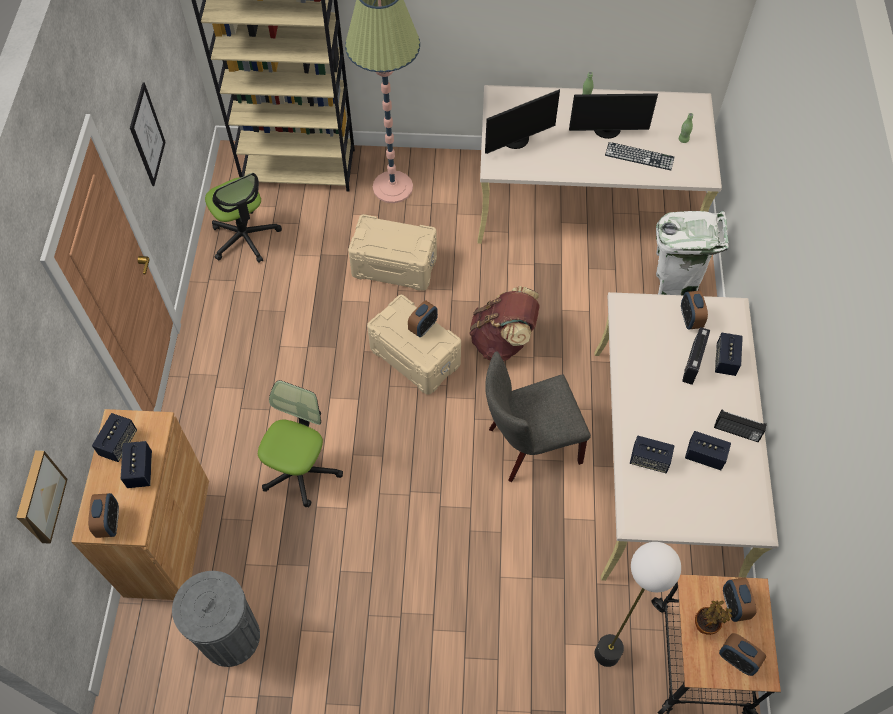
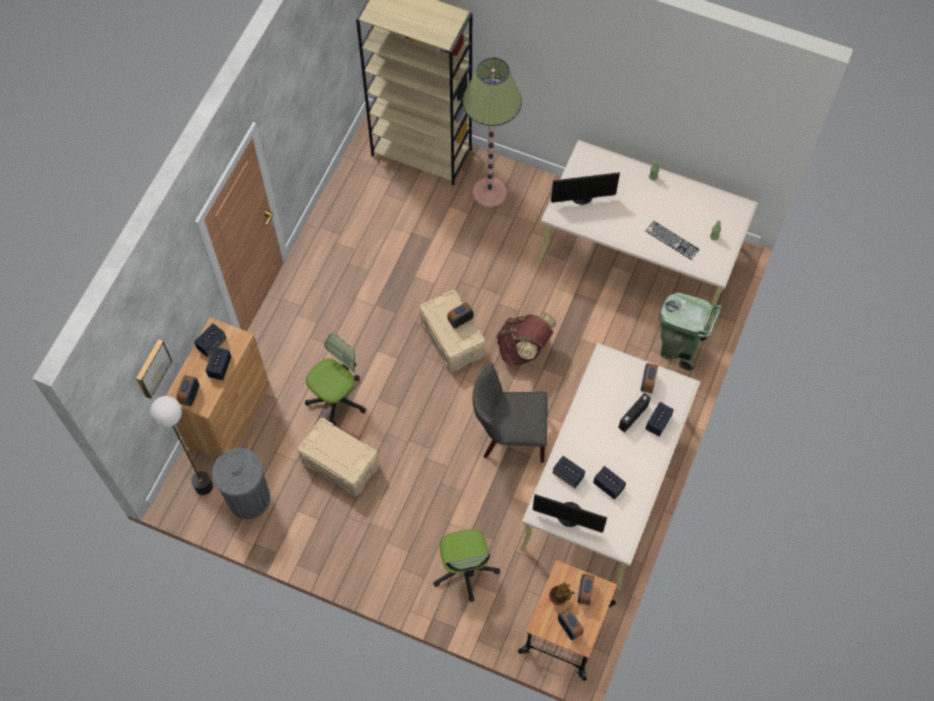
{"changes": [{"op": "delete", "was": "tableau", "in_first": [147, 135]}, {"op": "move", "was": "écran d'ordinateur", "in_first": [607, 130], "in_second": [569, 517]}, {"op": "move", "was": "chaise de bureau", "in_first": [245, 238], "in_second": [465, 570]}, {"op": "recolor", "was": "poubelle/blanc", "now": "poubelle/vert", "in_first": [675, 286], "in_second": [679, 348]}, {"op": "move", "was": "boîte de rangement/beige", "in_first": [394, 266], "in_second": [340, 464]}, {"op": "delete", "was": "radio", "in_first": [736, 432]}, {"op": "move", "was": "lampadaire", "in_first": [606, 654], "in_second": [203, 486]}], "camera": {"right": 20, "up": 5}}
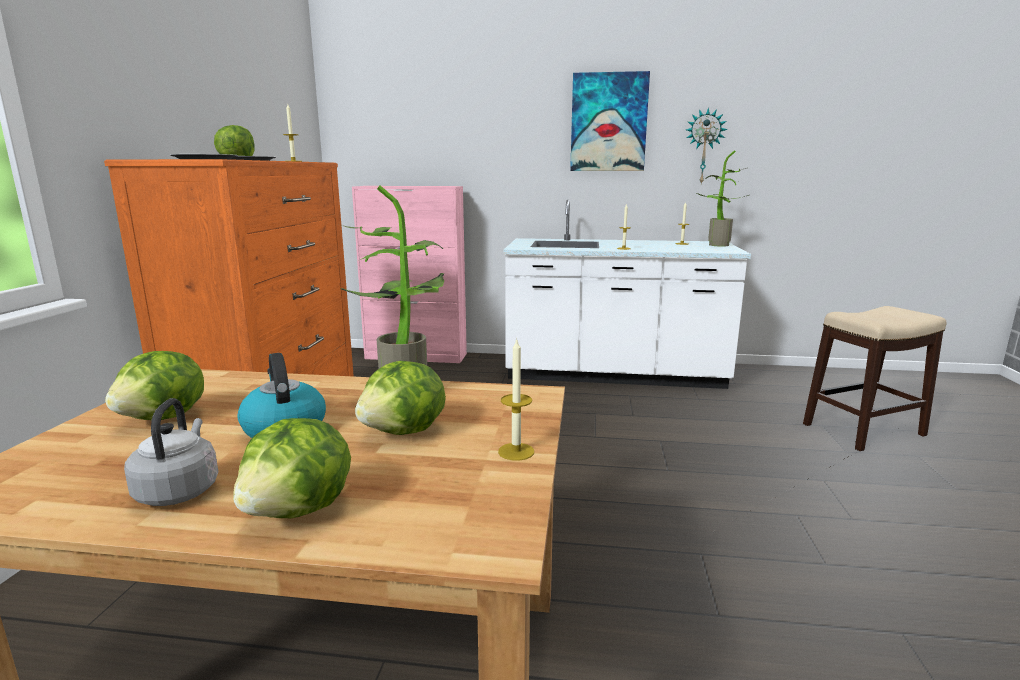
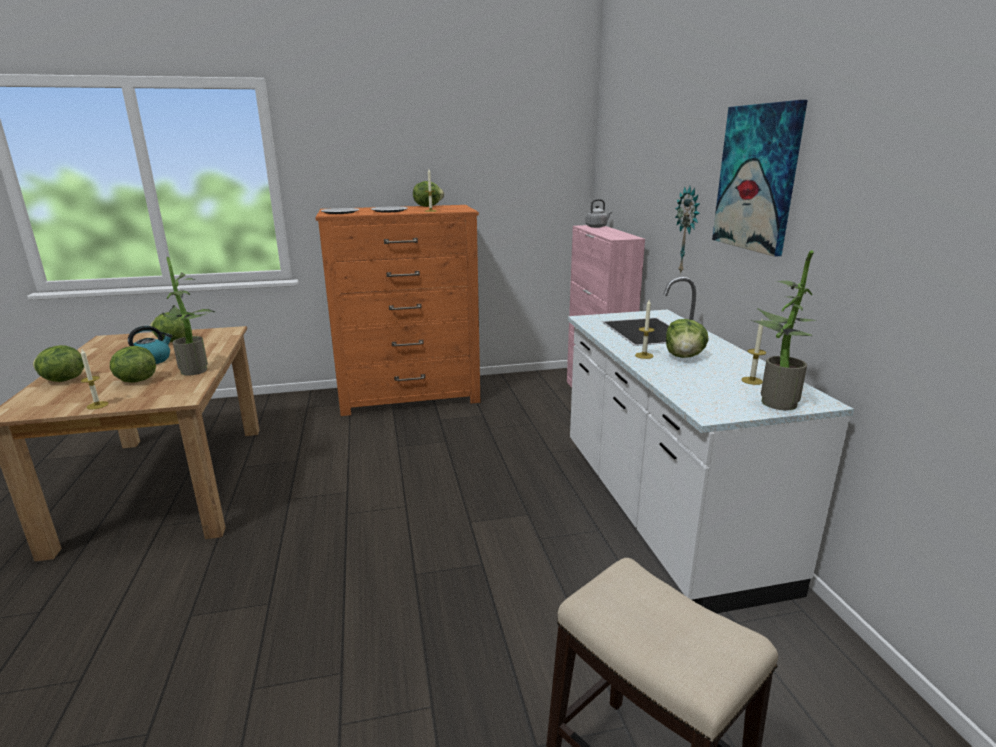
{"changes": [{"op": "move", "was": "horloge murale", "in_first": [704, 147], "in_second": [688, 230]}, {"op": "move", "was": "bouilloire/gris", "in_first": [179, 490], "in_second": [597, 227]}, {"op": "insert", "now": "laitue", "in_second": [684, 356]}], "camera": {"right": 70, "up": 5}}
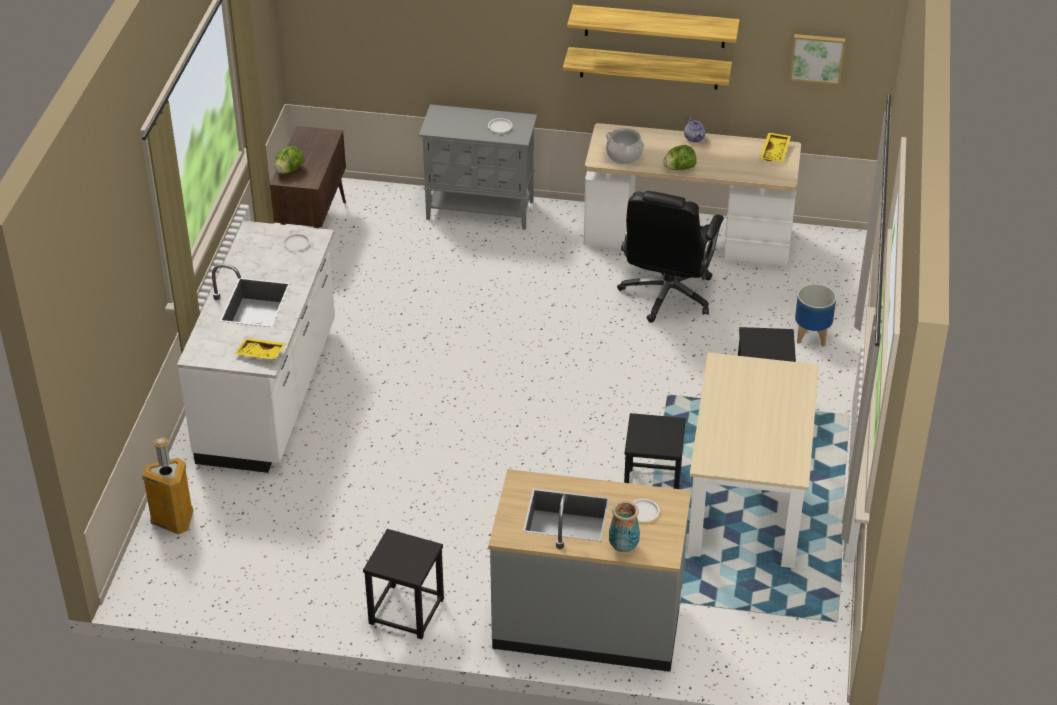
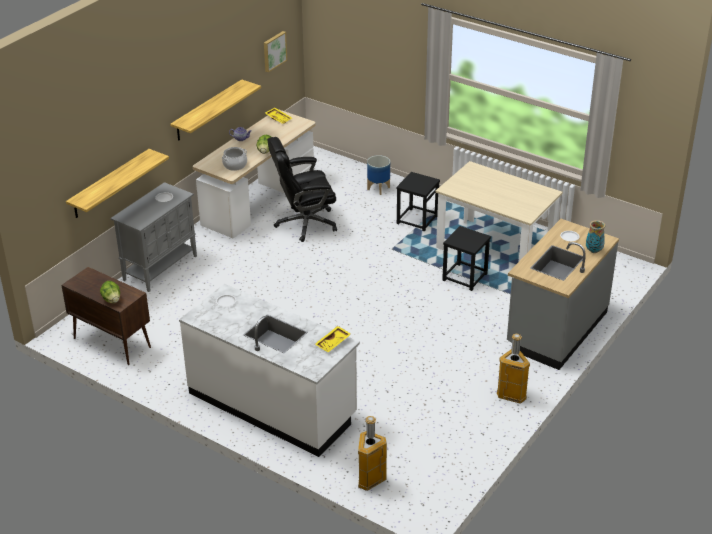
{"changes": [{"op": "move", "was": "étagère", "in_first": [655, 26], "in_second": [110, 184]}, {"op": "rotate", "was": "chaise de bureau/noir", "in_first": [667, 295], "in_second": [304, 223], "clockwise": 120}, {"op": "replace", "was": "tabouret/noir", "now": "poubelle", "in_first": [406, 611], "in_second": [512, 395]}], "camera": {"right": -65, "up": -5}}
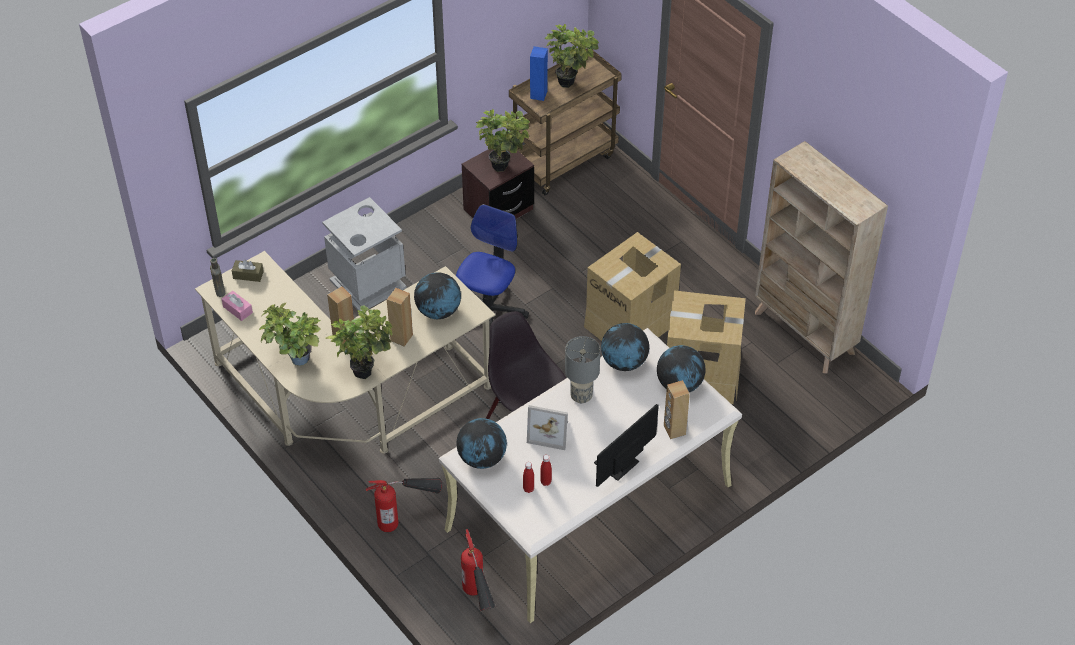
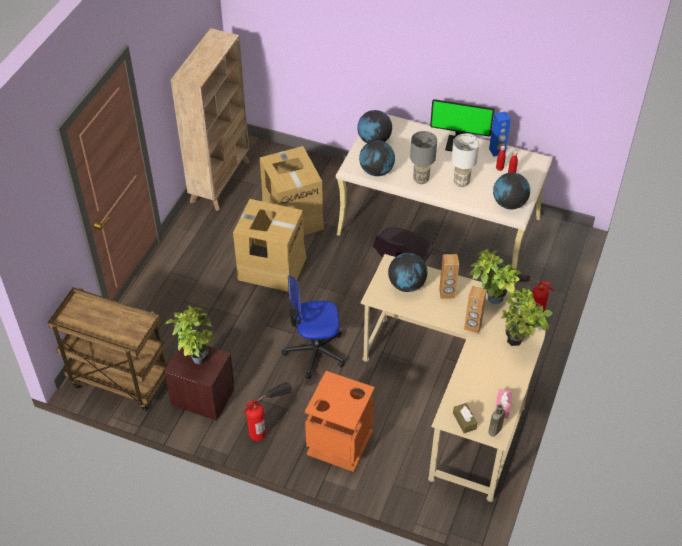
{"changes": [{"op": "delete", "was": "plante en pot", "in_first": [571, 82]}, {"op": "move", "was": "enceinte/bleu", "in_first": [538, 94], "in_second": [497, 151]}, {"op": "recolor", "was": "poubelle/gris", "now": "poubelle/orange", "in_first": [368, 283], "in_second": [339, 443]}, {"op": "delete", "was": "enceinte/marron", "in_first": [674, 430]}, {"op": "replace", "was": "cadre photo", "now": "lampe de table/blanc", "in_first": [550, 431], "in_second": [461, 182]}, {"op": "move", "was": "extincteur", "in_first": [478, 603], "in_second": [269, 424]}], "camera": {"right": -120, "up": 0}}
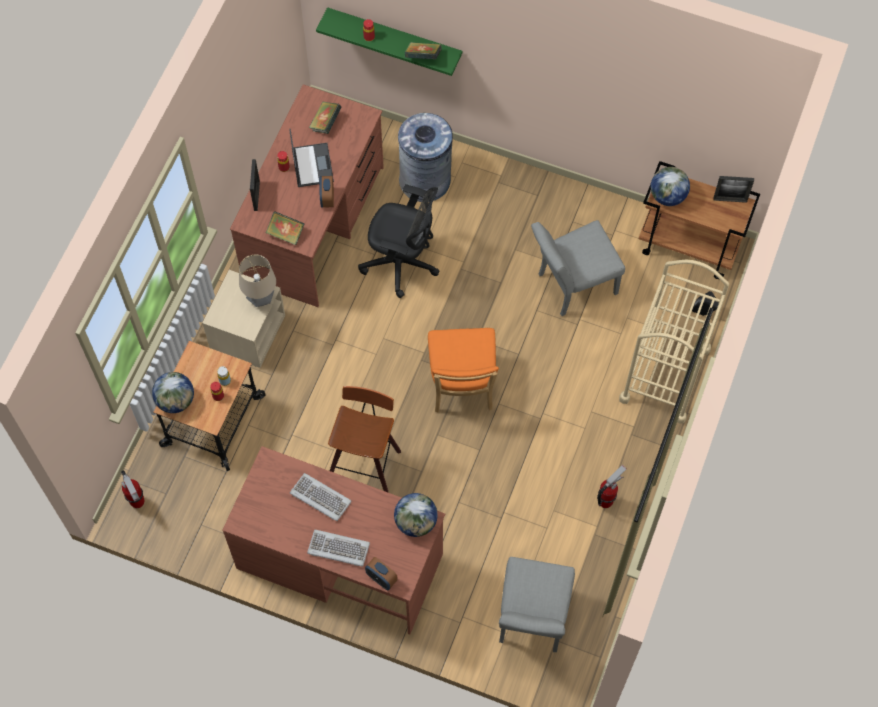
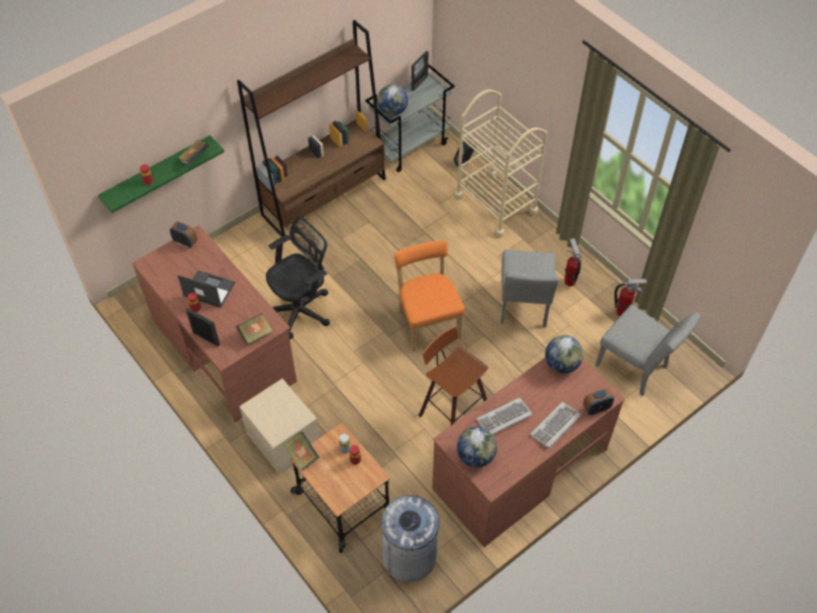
{"changes": [{"op": "move", "was": "livre", "in_first": [325, 123], "in_second": [302, 456]}, {"op": "move", "was": "poubelle/gris", "in_first": [425, 180], "in_second": [409, 556]}, {"op": "recolor", "was": "chariot/marron", "now": "chariot/gris", "in_first": [689, 246], "in_second": [410, 146]}, {"op": "move", "was": "réveil", "in_first": [327, 198], "in_second": [185, 242]}, {"op": "move", "was": "chaise/gris", "in_first": [571, 285], "in_second": [523, 308]}, {"op": "delete", "was": "lampe de table", "in_first": [261, 299]}, {"op": "rotate", "was": "chaise/orange", "in_first": [462, 387], "in_second": [427, 322], "clockwise": -135}, {"op": "move", "was": "globe", "in_first": [176, 400], "in_second": [475, 456]}, {"op": "move", "was": "extincteur", "in_first": [138, 502], "in_second": [622, 312]}, {"op": "insert", "now": "bibliothèque/marron", "in_second": [324, 197]}], "camera": {"right": -60, "up": -10}}
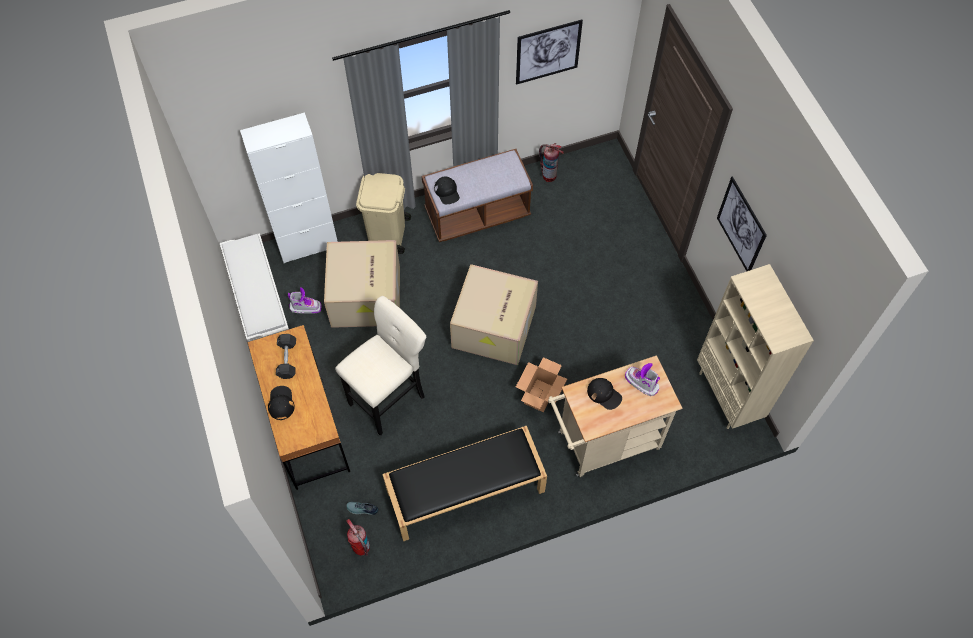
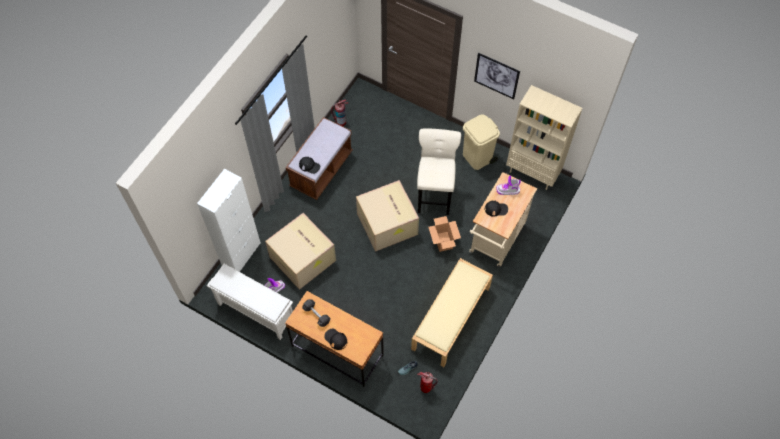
{"changes": [{"op": "delete", "was": "tableau", "in_first": [548, 52]}, {"op": "move", "was": "poubelle/beige", "in_first": [387, 235], "in_second": [477, 157]}, {"op": "move", "was": "tabouret/beige", "in_first": [389, 398], "in_second": [434, 195]}, {"op": "recolor", "was": "banc/noir", "now": "banc/beige", "in_first": [464, 492], "in_second": [451, 318]}], "camera": {"right": -40, "up": 0}}
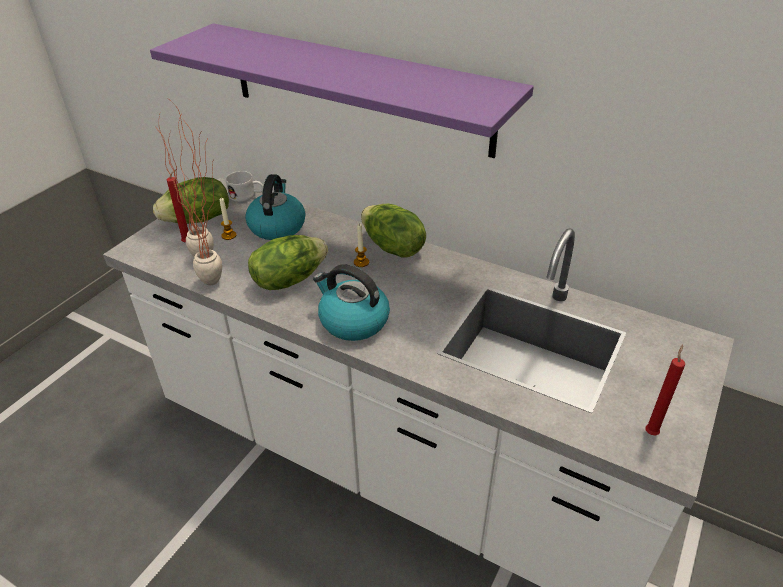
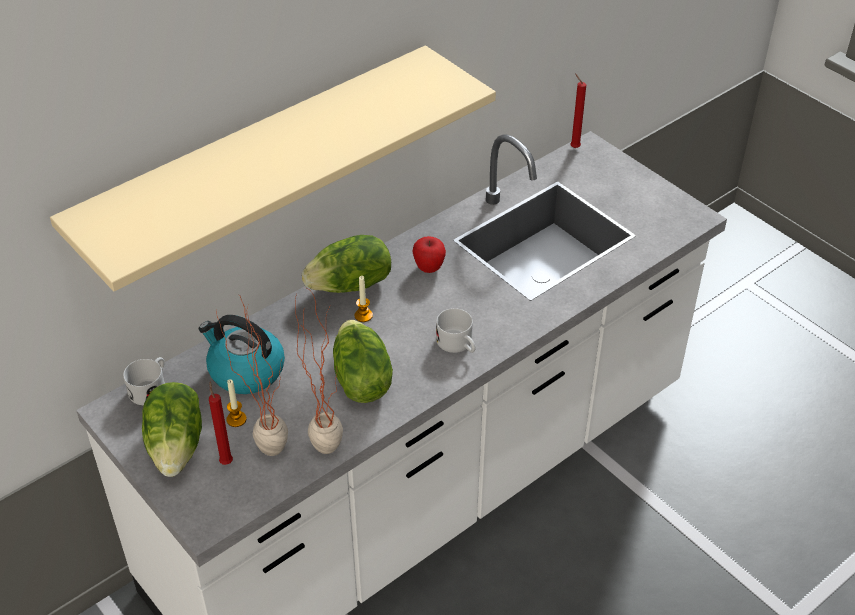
{"changes": [{"op": "recolor", "was": "étagère/violet", "now": "étagère/beige", "in_first": [357, 88], "in_second": [257, 160]}, {"op": "replace", "was": "bouilloire", "now": "mug/blanc", "in_first": [353, 321], "in_second": [458, 345]}, {"op": "move", "was": "bougie/rouge", "in_first": [651, 431], "in_second": [573, 147]}, {"op": "insert", "now": "pomme", "in_second": [429, 268]}], "camera": {"right": -70, "up": 5}}
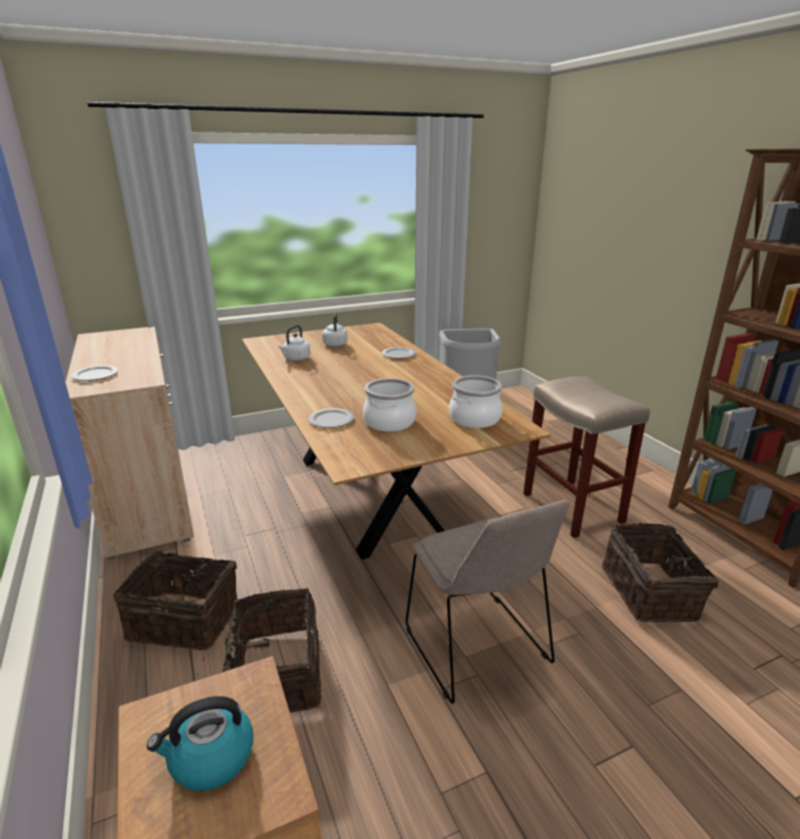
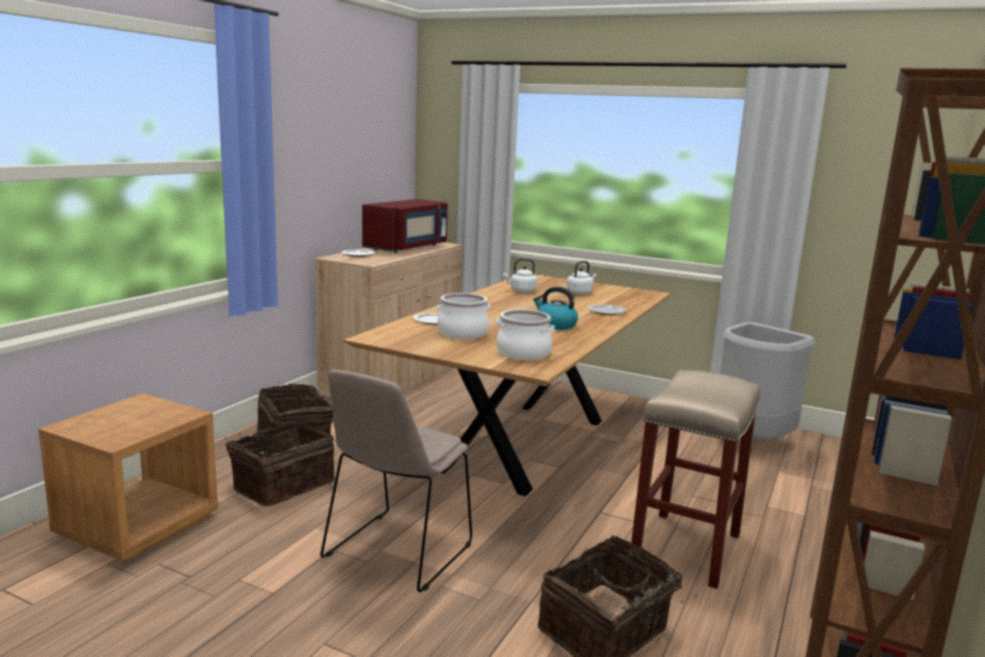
{"changes": [{"op": "move", "was": "bouilloire", "in_first": [211, 758], "in_second": [555, 325]}, {"op": "insert", "now": "micro-ondes/rouge", "in_second": [407, 248]}], "camera": {"right": 50, "up": -10}}
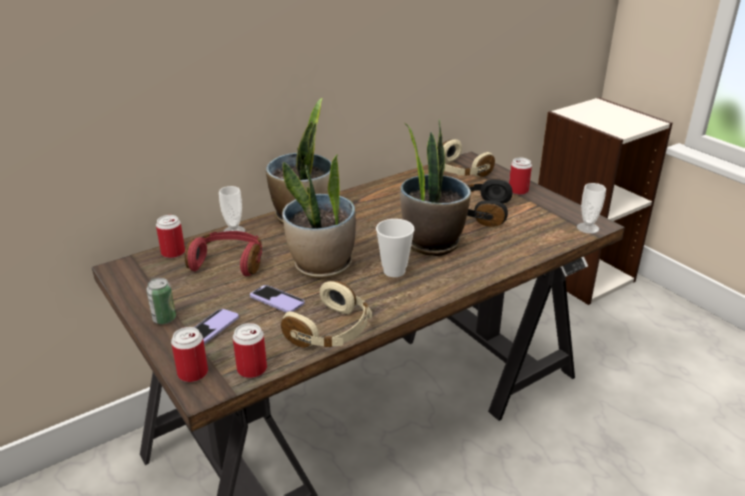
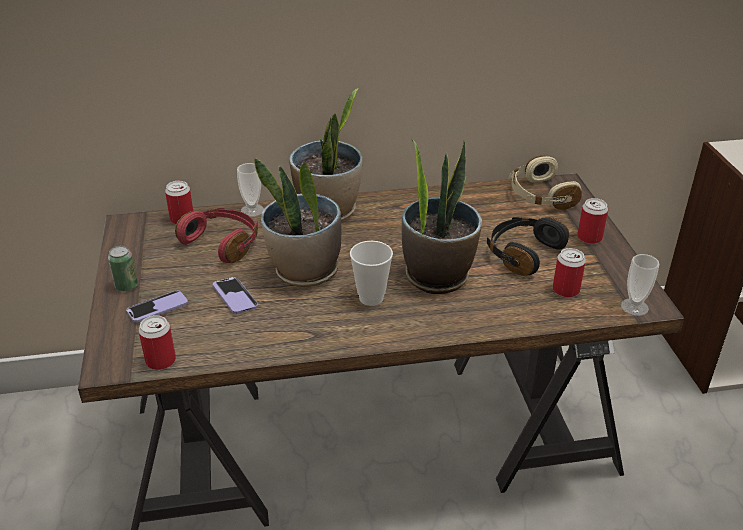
{"changes": [{"op": "delete", "was": "casque audio/beige", "in_first": [331, 331]}, {"op": "move", "was": "boîte métallique", "in_first": [193, 373], "in_second": [565, 290]}], "camera": {"right": 25, "up": 5}}
